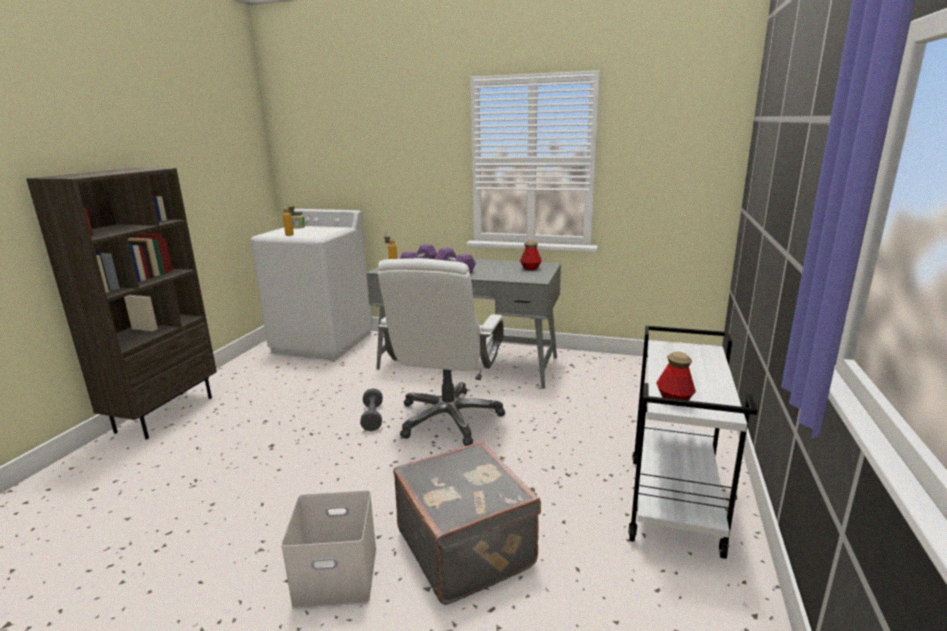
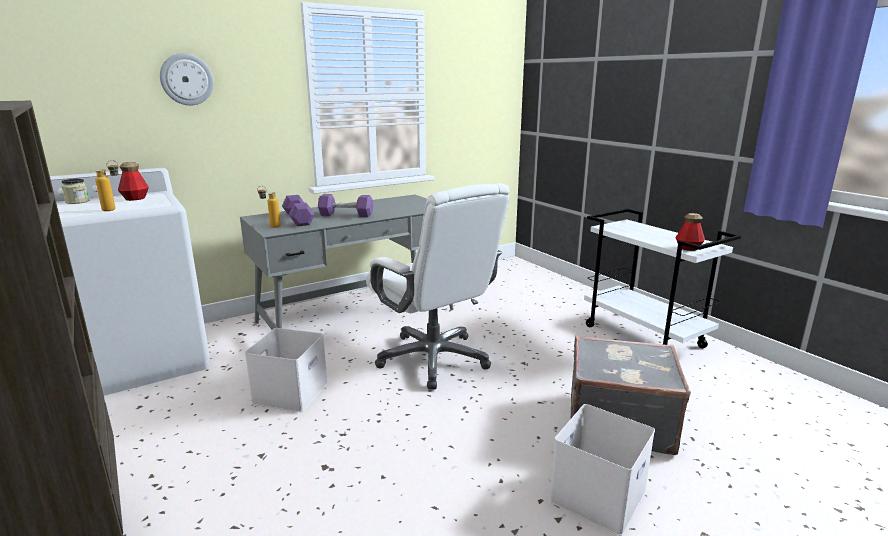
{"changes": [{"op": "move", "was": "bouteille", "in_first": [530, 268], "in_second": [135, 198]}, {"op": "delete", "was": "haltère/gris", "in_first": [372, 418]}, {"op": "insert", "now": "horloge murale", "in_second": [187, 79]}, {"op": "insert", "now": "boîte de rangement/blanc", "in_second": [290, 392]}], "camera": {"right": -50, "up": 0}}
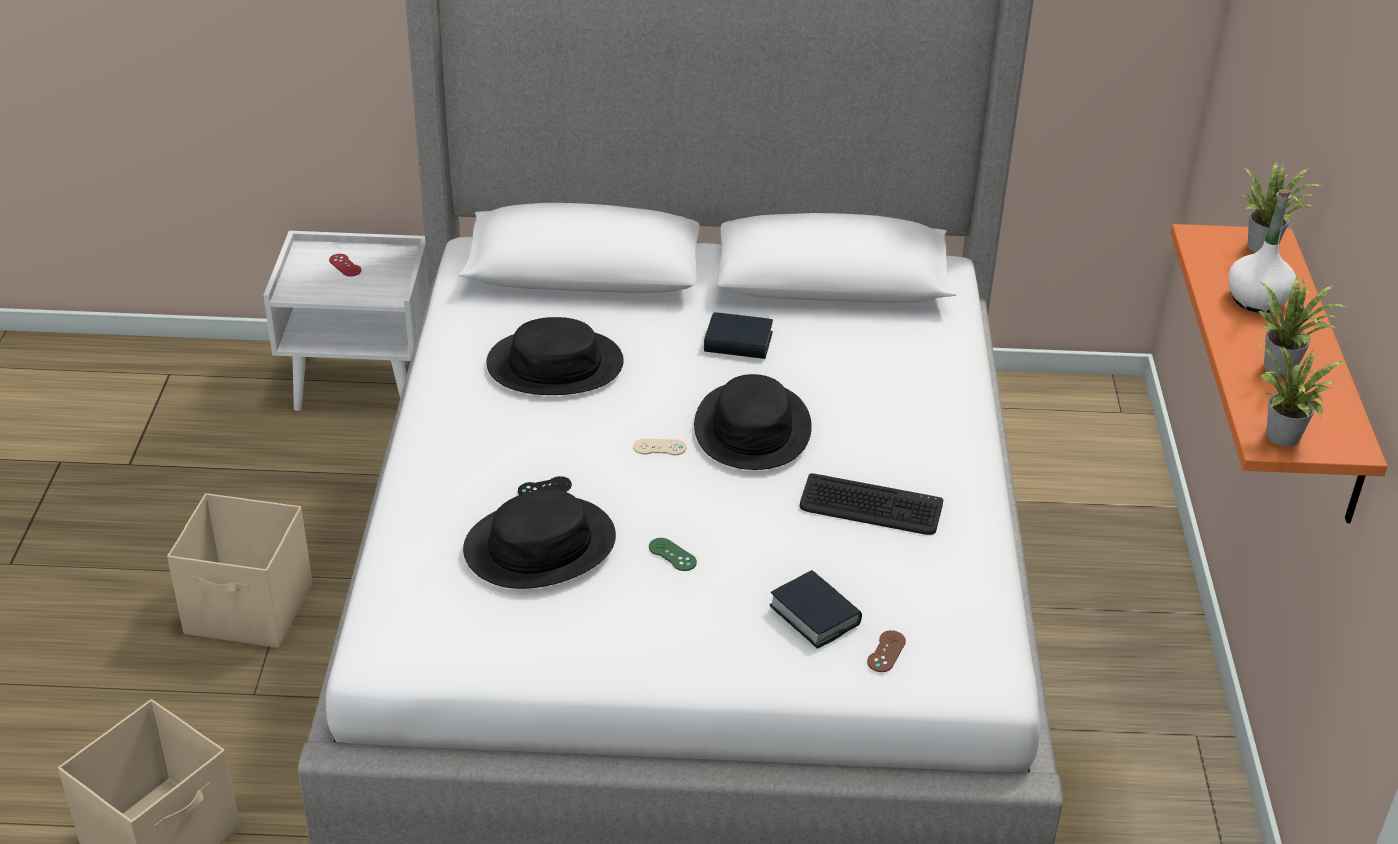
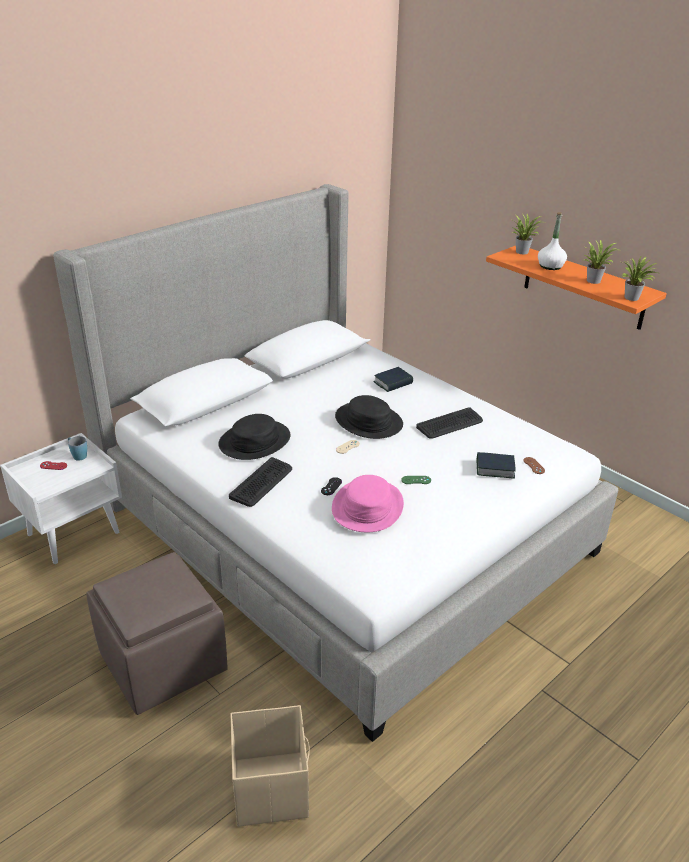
{"changes": [{"op": "move", "was": "livre", "in_first": [738, 343], "in_second": [393, 383]}, {"op": "recolor", "was": "chapeau/noir", "now": "chapeau/rose", "in_first": [539, 545], "in_second": [367, 507]}, {"op": "replace", "was": "boîte de rangement/beige", "now": "pouf/marron", "in_first": [250, 610], "in_second": [163, 661]}, {"op": "insert", "now": "mug/bleu", "in_second": [78, 455]}, {"op": "insert", "now": "clavier", "in_second": [262, 483]}], "camera": {"right": -45, "up": -5}}
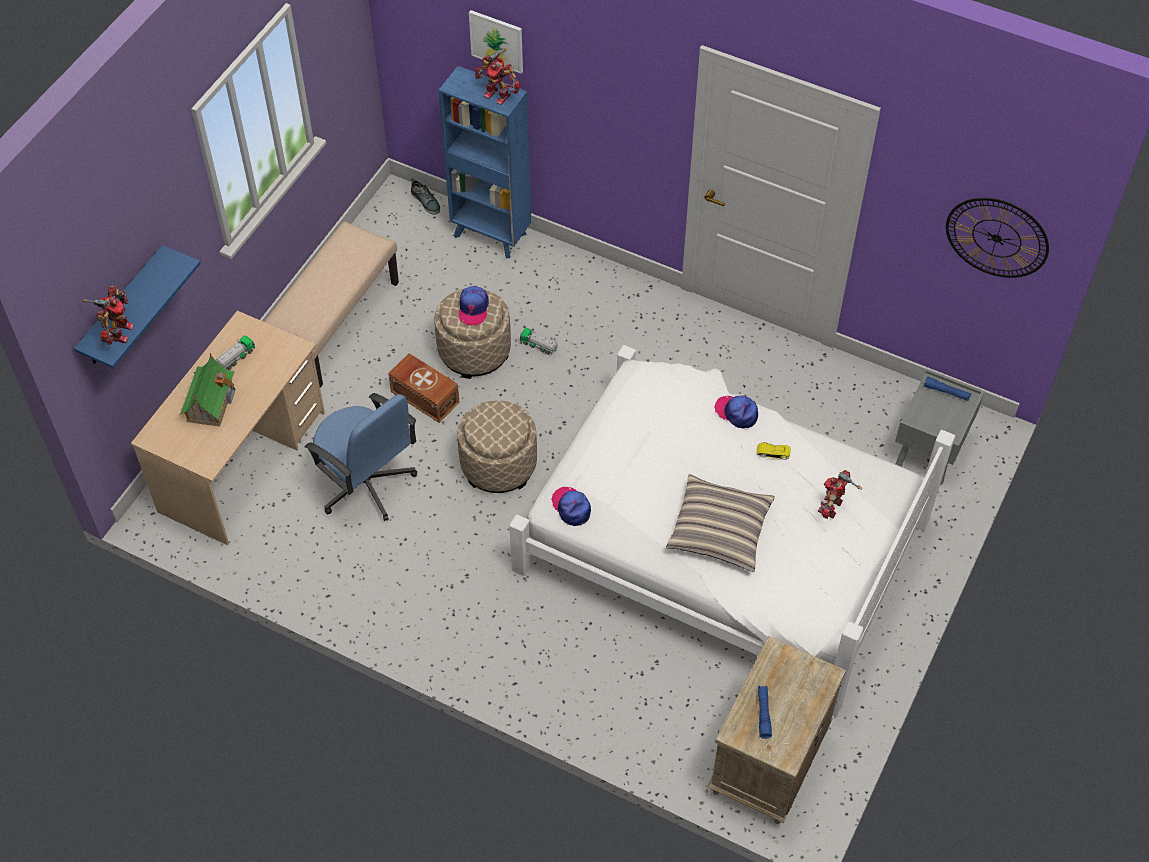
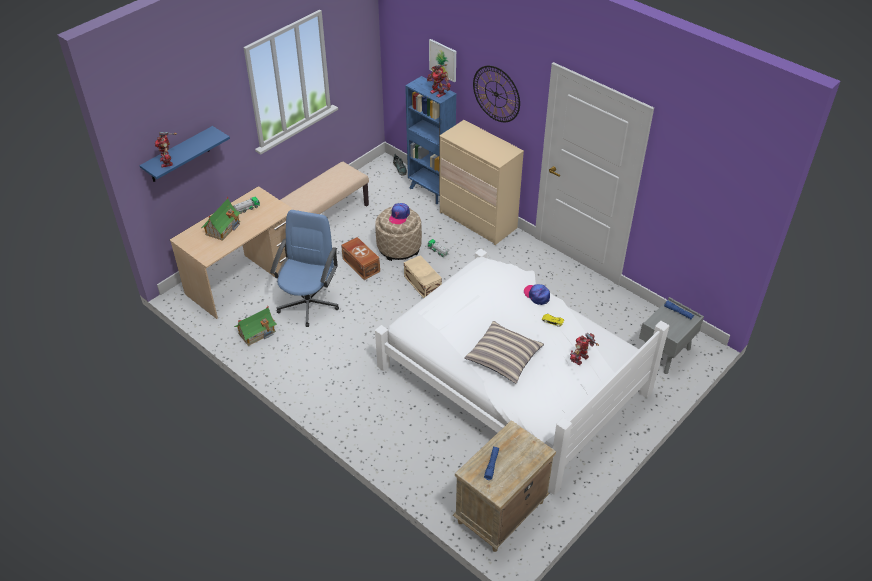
{"changes": [{"op": "move", "was": "horloge murale", "in_first": [996, 238], "in_second": [496, 94]}, {"op": "rotate", "was": "robot jouet", "in_first": [118, 332], "in_second": [168, 161], "clockwise": 135}, {"op": "rotate", "was": "chaise de bureau/bleu", "in_first": [366, 484], "in_second": [309, 303], "clockwise": -135}, {"op": "delete", "was": "pouf/beige", "in_first": [498, 465]}, {"op": "delete", "was": "casquette", "in_first": [571, 507]}, {"op": "insert", "now": "commode/beige", "in_second": [478, 220]}, {"op": "insert", "now": "boîte de rangement/beige", "in_second": [422, 284]}, {"op": "insert", "now": "maison miniature", "in_second": [257, 332]}], "camera": {"right": 15, "up": -10}}
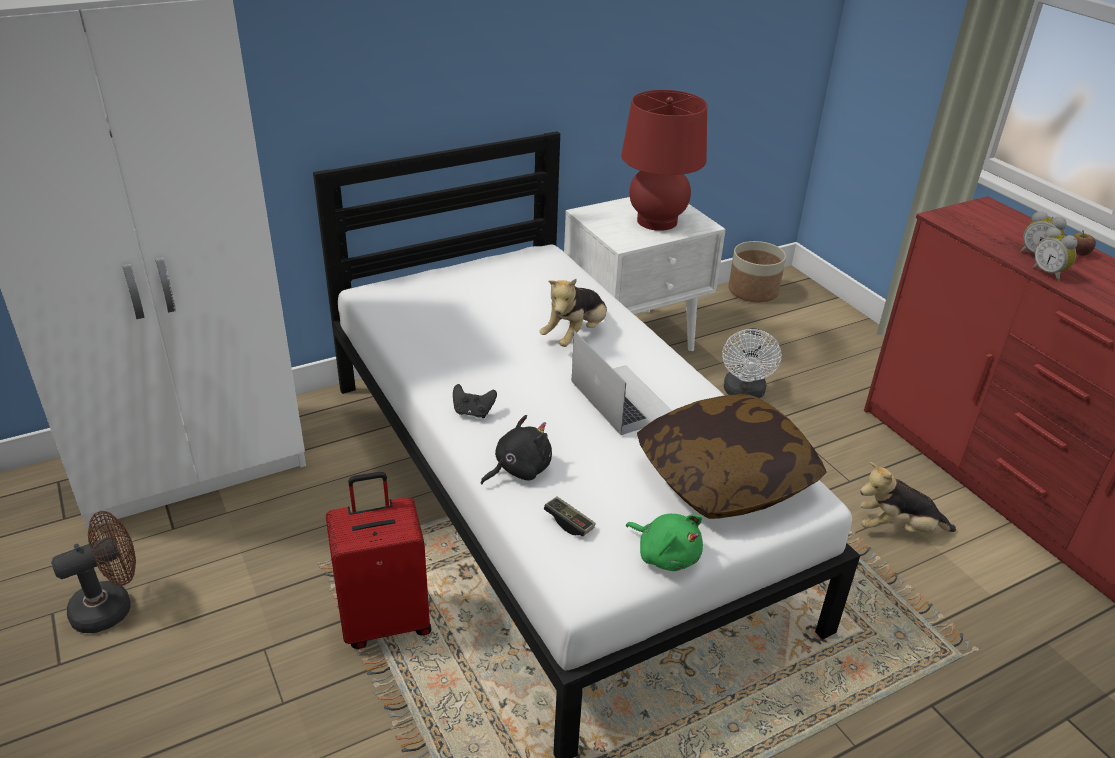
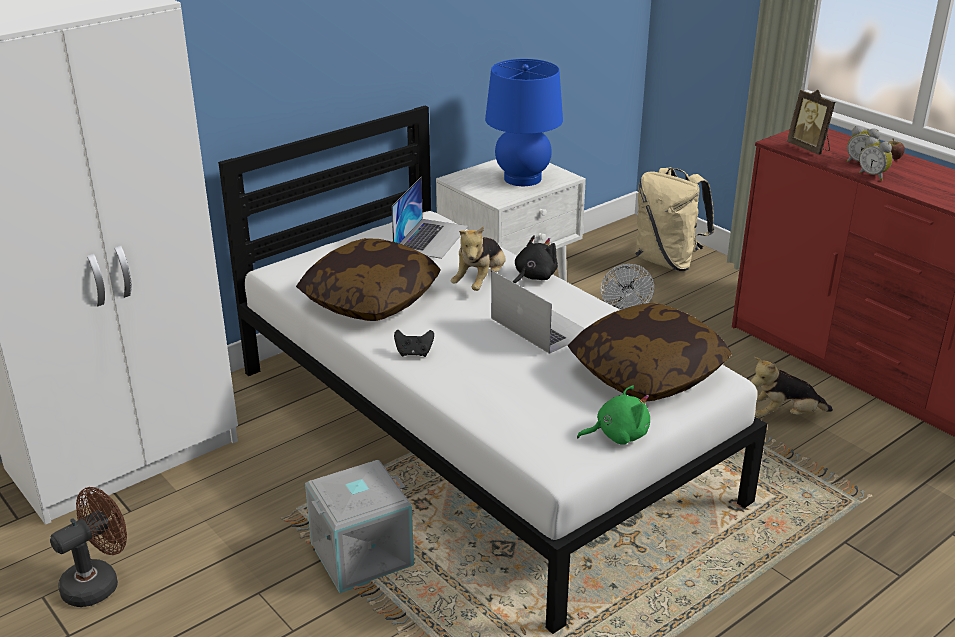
{"changes": [{"op": "recolor", "was": "lampe de table/rouge", "now": "lampe de table/bleu", "in_first": [657, 221], "in_second": [522, 178]}, {"op": "delete", "was": "cache-pot", "in_first": [753, 291]}, {"op": "move", "was": "peluche/noir", "in_first": [519, 469], "in_second": [533, 277]}, {"op": "replace", "was": "valise/rouge", "now": "boîte de rangement/gris", "in_first": [385, 620], "in_second": [361, 553]}, {"op": "delete", "was": "manette", "in_first": [569, 523]}, {"op": "rotate", "was": "peluche/vert", "in_first": [666, 555], "in_second": [617, 435], "clockwise": -45}, {"op": "insert", "now": "cadre photo", "in_second": [809, 148]}, {"op": "insert", "now": "sac à dos/beige", "in_second": [668, 261]}, {"op": "insert", "now": "ordinateur portable", "in_second": [431, 238]}, {"op": "insert", "now": "coussin", "in_second": [370, 299]}], "camera": {"right": -10, "up": -5}}
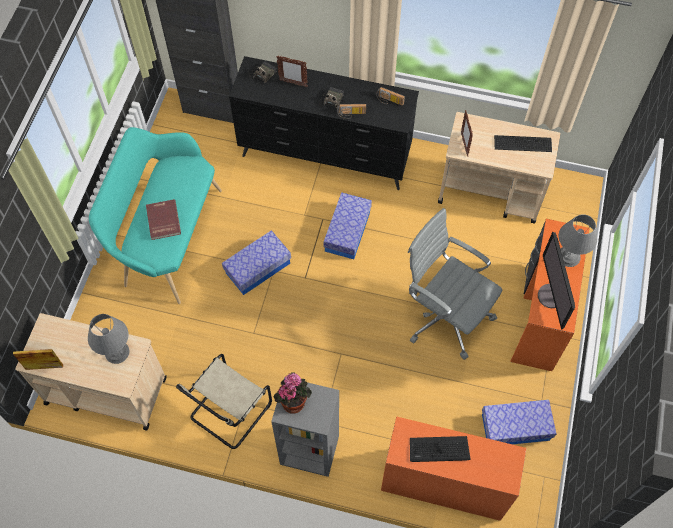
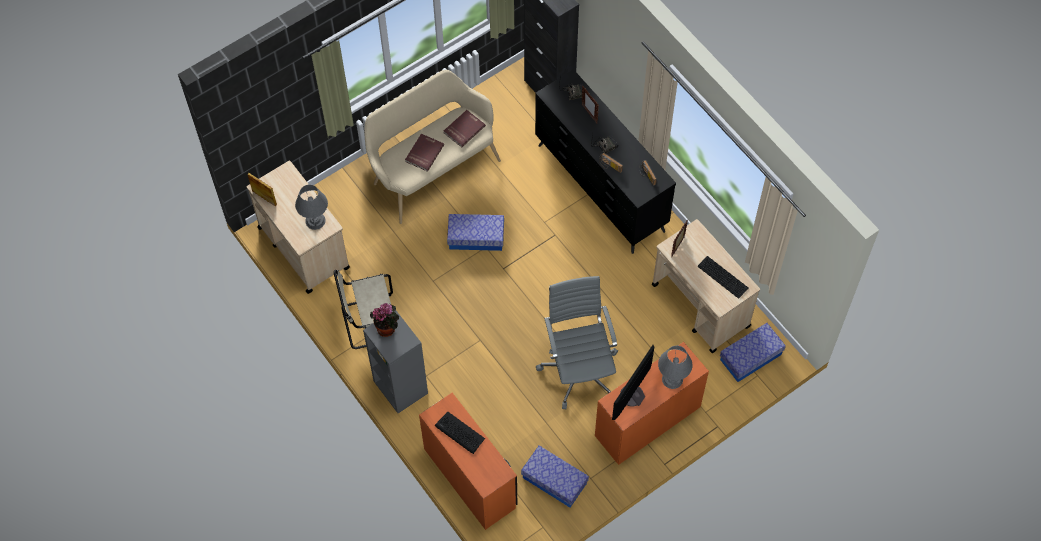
{"changes": [{"op": "recolor", "was": "banc/turquoise", "now": "banc/beige", "in_first": [167, 238], "in_second": [432, 170]}, {"op": "move", "was": "boîte de rangement", "in_first": [347, 231], "in_second": [750, 357]}, {"op": "insert", "now": "livre/rouge", "in_second": [463, 129]}], "camera": {"right": 40, "up": 0}}
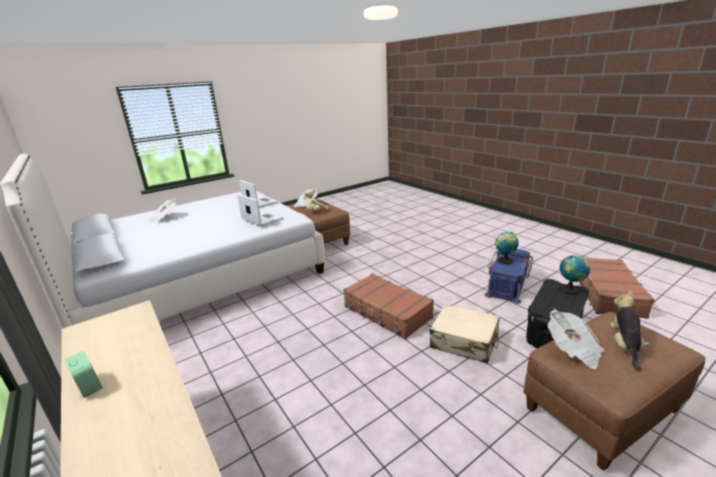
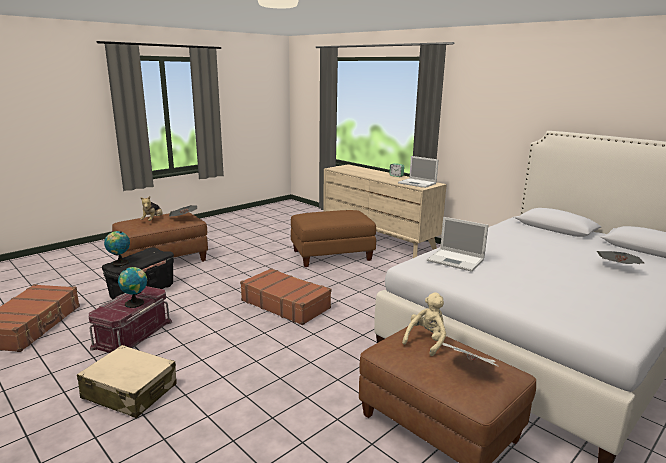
{"changes": [{"op": "move", "was": "ordinateur portable", "in_first": [260, 202], "in_second": [418, 183]}, {"op": "recolor", "was": "boîte de rangement/bleu", "now": "boîte de rangement/rouge", "in_first": [508, 285], "in_second": [132, 334]}, {"op": "move", "was": "valise/beige", "in_first": [464, 341], "in_second": [130, 392]}, {"op": "insert", "now": "pouf/marron", "in_second": [332, 255]}], "camera": {"right": 170, "up": -5}}
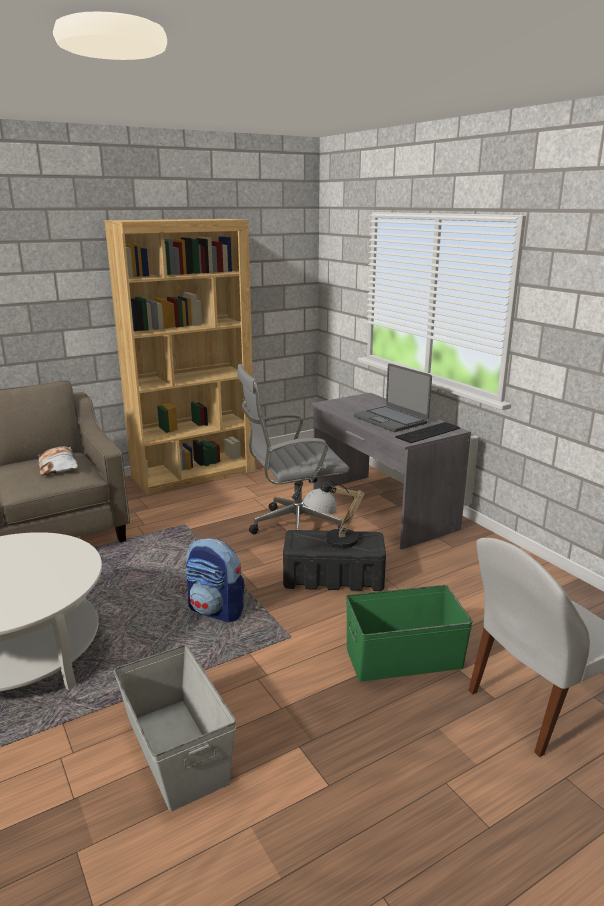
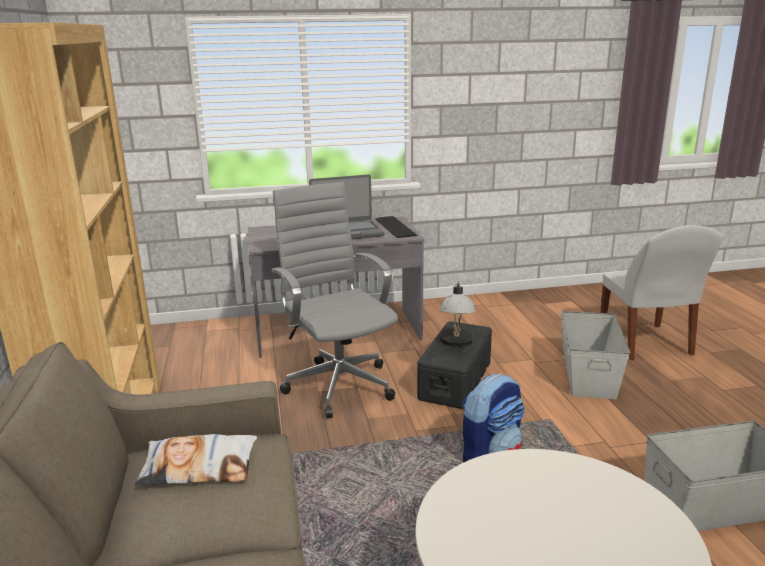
{"changes": [{"op": "rotate", "was": "chaise de bureau/gris", "in_first": [292, 527], "in_second": [338, 384], "clockwise": 150}, {"op": "recolor", "was": "boîte de rangement/vert", "now": "boîte de rangement/gris", "in_first": [403, 658], "in_second": [587, 375]}], "camera": {"right": -70, "up": 0}}
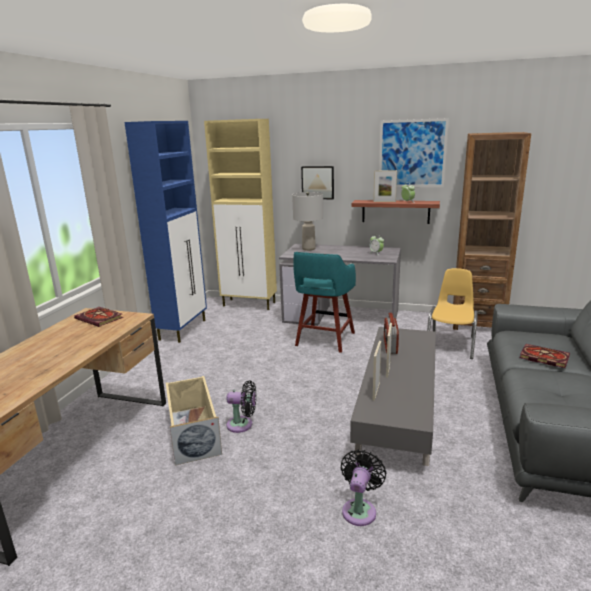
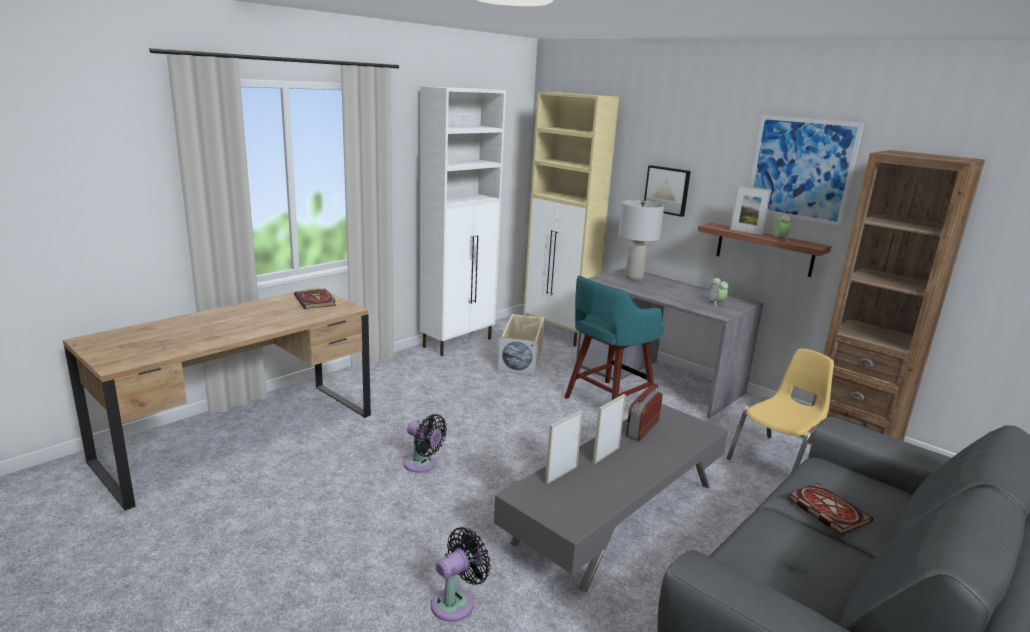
{"changes": [{"op": "recolor", "was": "meuble de rangement/bleu", "now": "meuble de rangement/blanc", "in_first": [183, 329], "in_second": [458, 342]}, {"op": "move", "was": "boîte de rangement/beige", "in_first": [193, 433], "in_second": [521, 358]}], "camera": {"right": 25, "up": 0}}
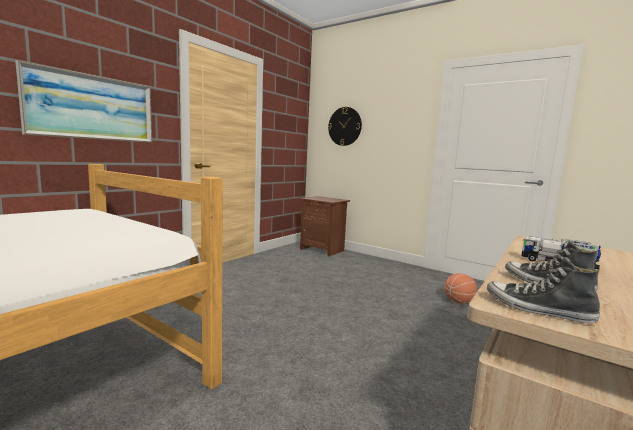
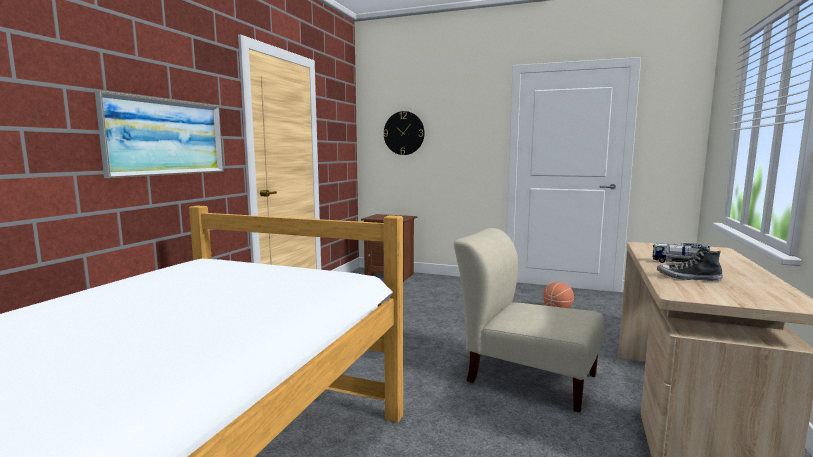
{"changes": [{"op": "delete", "was": "chaussure", "in_first": [537, 310]}, {"op": "insert", "now": "chaise/beige", "in_second": [526, 376]}], "camera": {"right": -15, "up": 0}}
